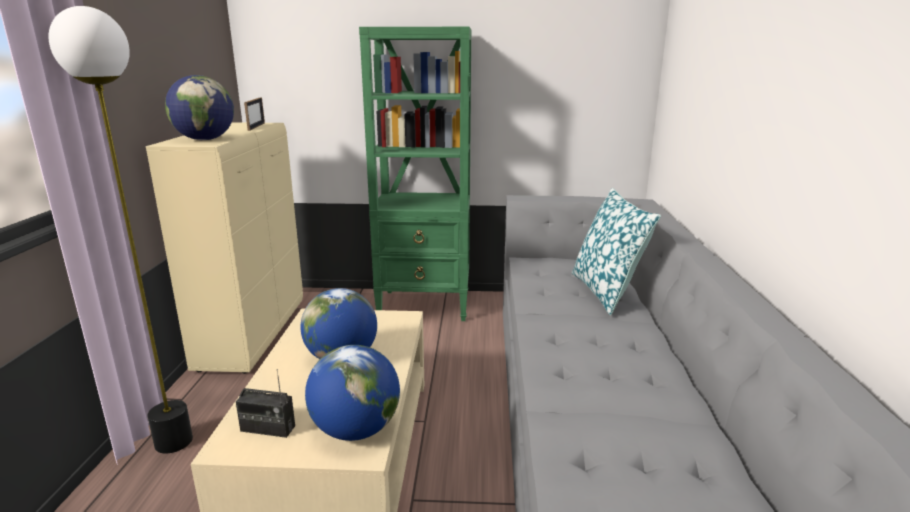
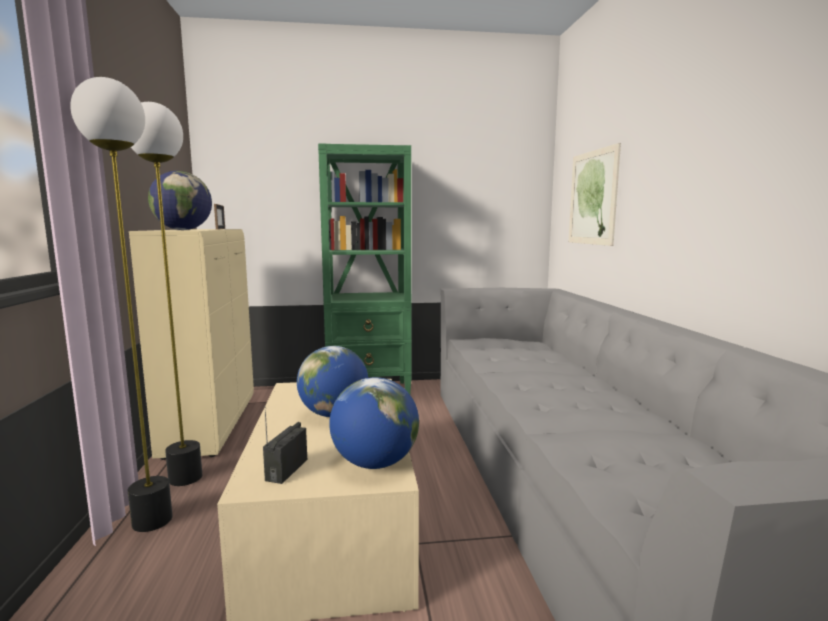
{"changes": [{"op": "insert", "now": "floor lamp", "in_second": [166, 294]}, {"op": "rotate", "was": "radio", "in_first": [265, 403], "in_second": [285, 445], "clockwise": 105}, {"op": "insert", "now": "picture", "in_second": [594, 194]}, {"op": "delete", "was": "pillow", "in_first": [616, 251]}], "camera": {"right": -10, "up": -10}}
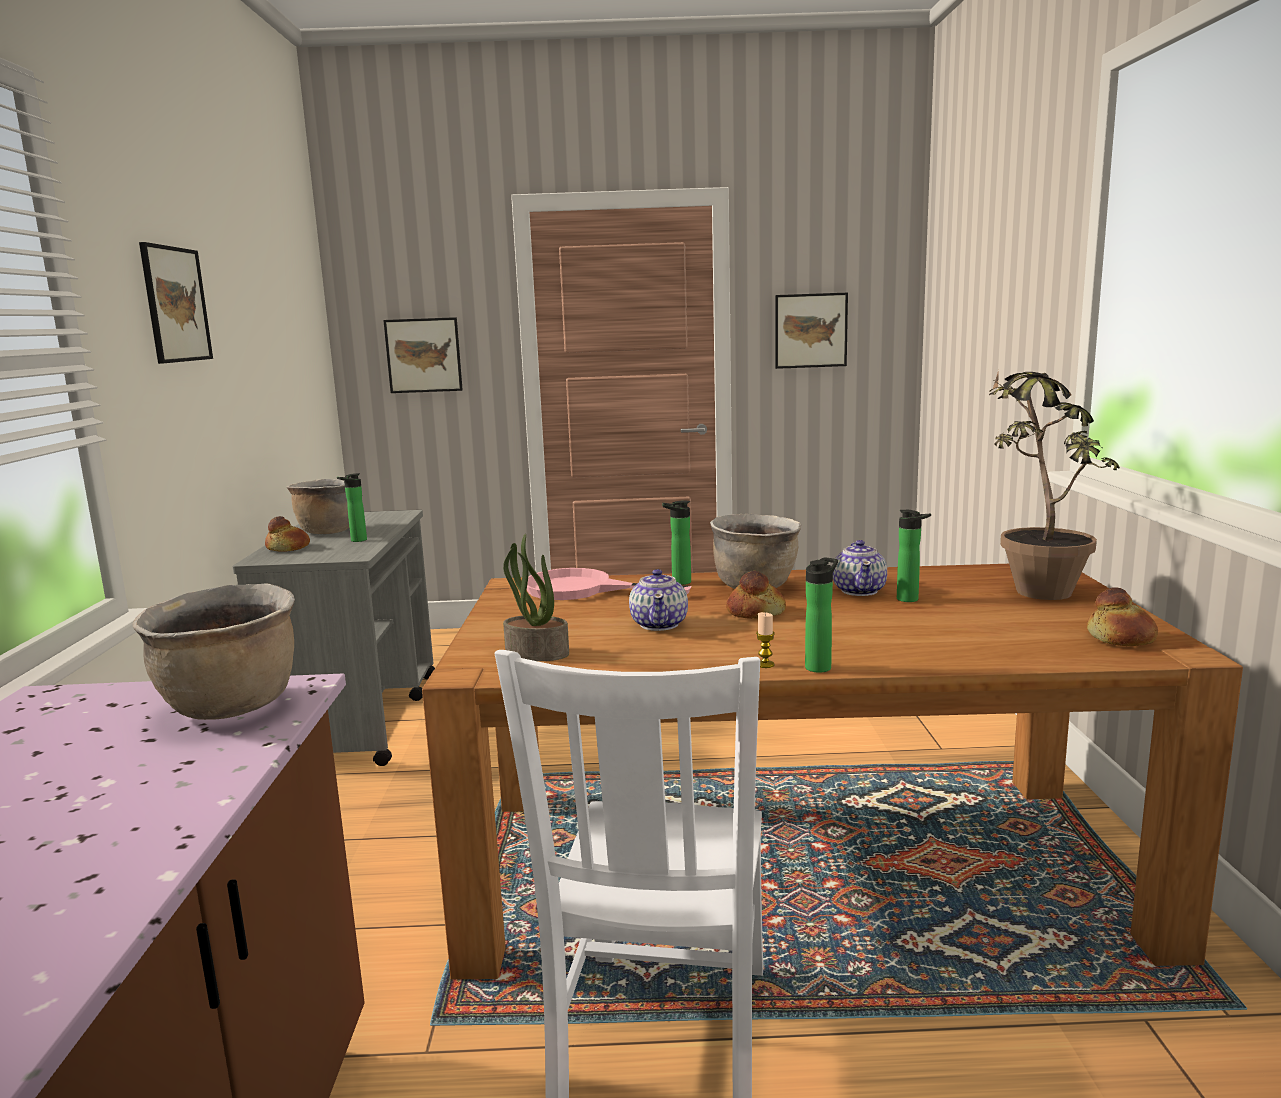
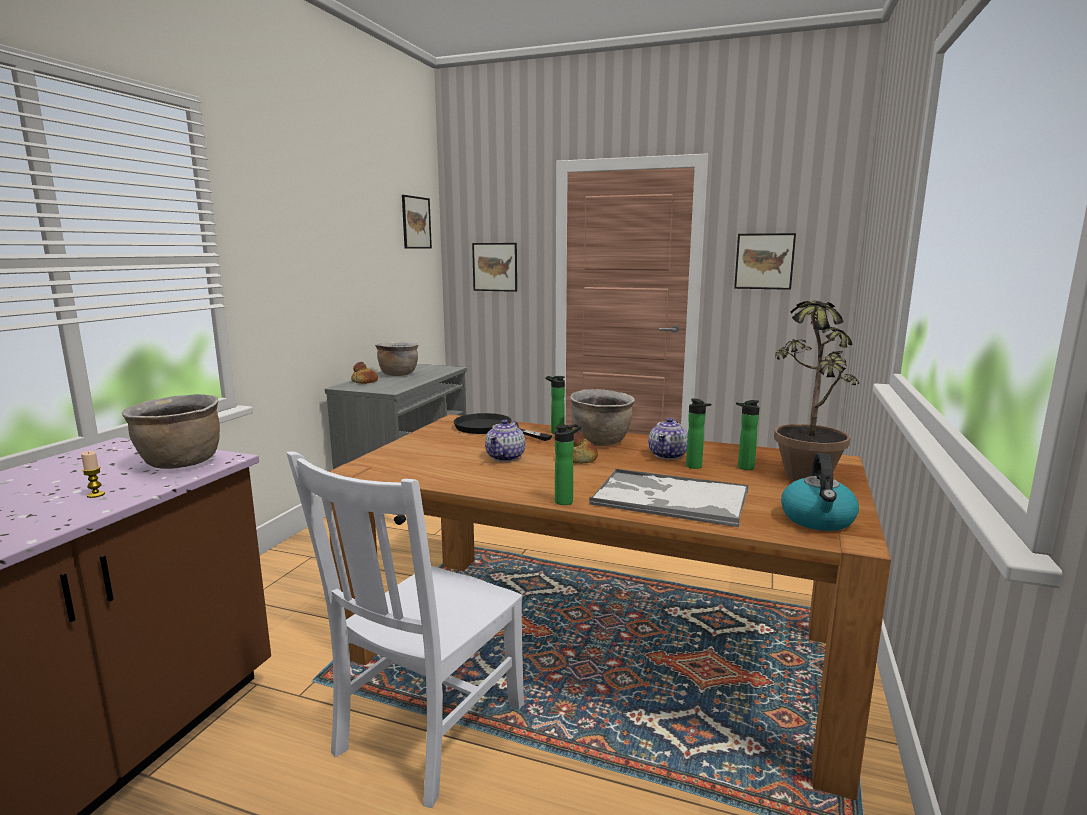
{"changes": [{"op": "move", "was": "candle", "in_first": [765, 640], "in_second": [93, 474]}, {"op": "move", "was": "picture", "in_first": [176, 303], "in_second": [417, 222]}, {"op": "recolor", "was": "pink frying pan", "now": "black frying pan", "in_first": [609, 584], "in_second": [503, 427]}, {"op": "insert", "now": "tray", "in_second": [668, 498]}, {"op": "move", "was": "bottle", "in_first": [352, 507], "in_second": [748, 435]}, {"op": "replace", "was": "bread", "now": "kettle", "in_first": [1122, 616], "in_second": [820, 492]}, {"op": "delete", "was": "potted plant", "in_first": [536, 597]}], "camera": {"right": 20, "up": 0}}
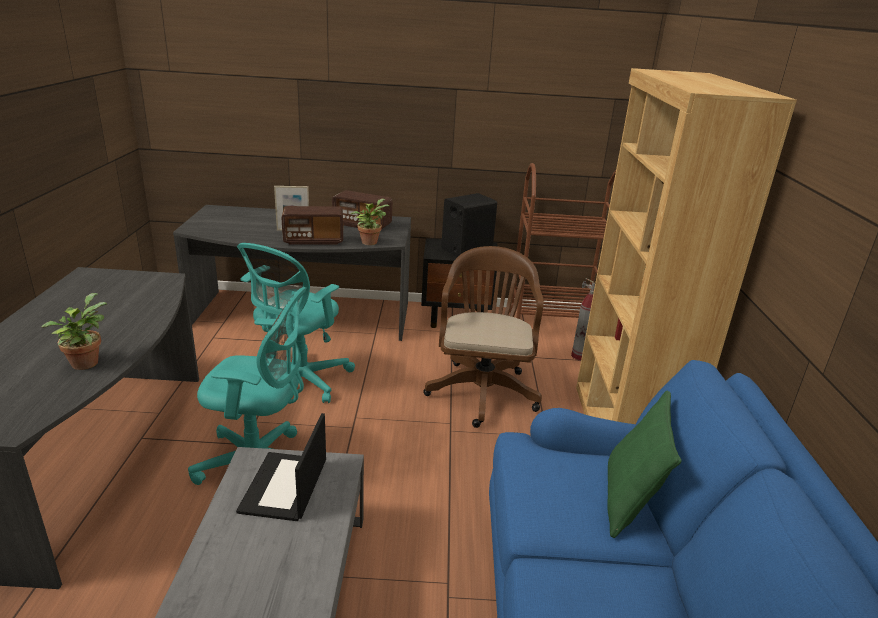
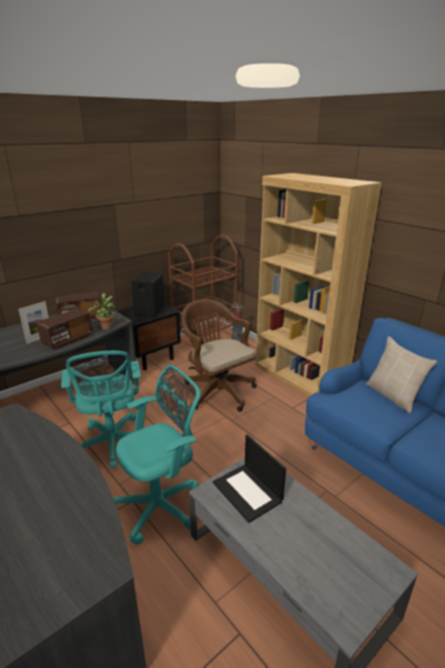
{"changes": [{"op": "recolor", "was": "green pillow", "now": "beige pillow", "in_first": [644, 464], "in_second": [401, 374]}, {"op": "delete", "was": "potted plant", "in_first": [74, 331]}], "camera": {"right": -40, "up": 0}}
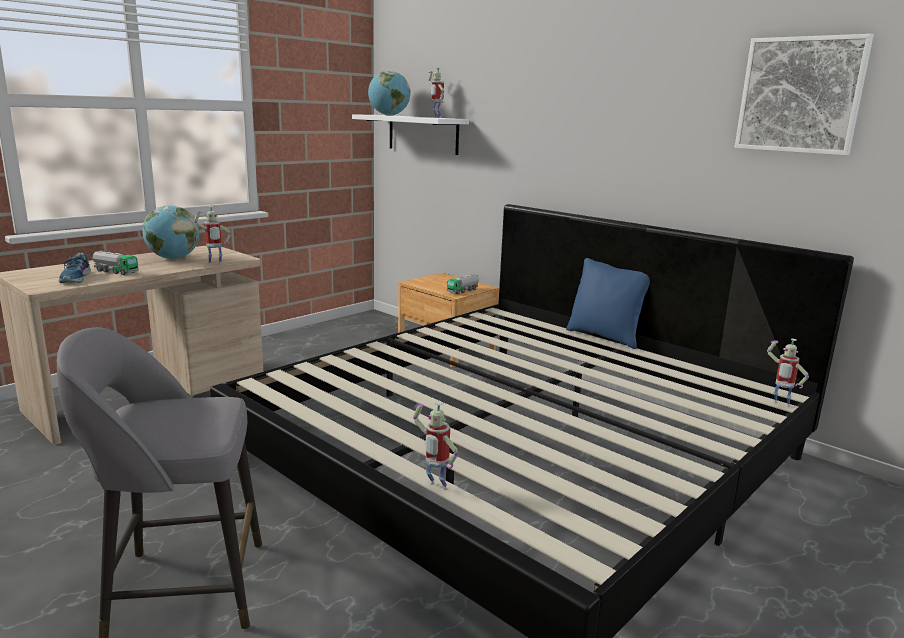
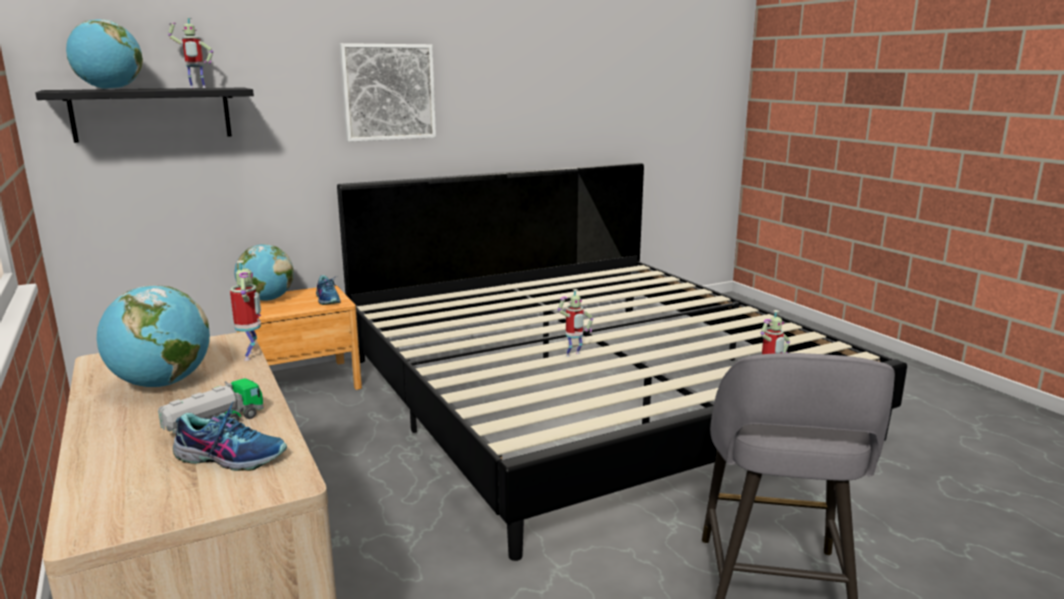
{"changes": [{"op": "recolor", "was": "white shelf", "now": "black shelf", "in_first": [410, 134], "in_second": [144, 115]}, {"op": "insert", "now": "globe", "in_second": [264, 272]}, {"op": "replace", "was": "toy truck", "now": "shoe", "in_first": [463, 284], "in_second": [328, 290]}, {"op": "move", "was": "picture", "in_first": [804, 94], "in_second": [388, 92]}, {"op": "move", "was": "toy robot", "in_first": [788, 372], "in_second": [575, 323]}, {"op": "delete", "was": "blue pillow", "in_first": [608, 303]}], "camera": {"right": -70, "up": 0}}
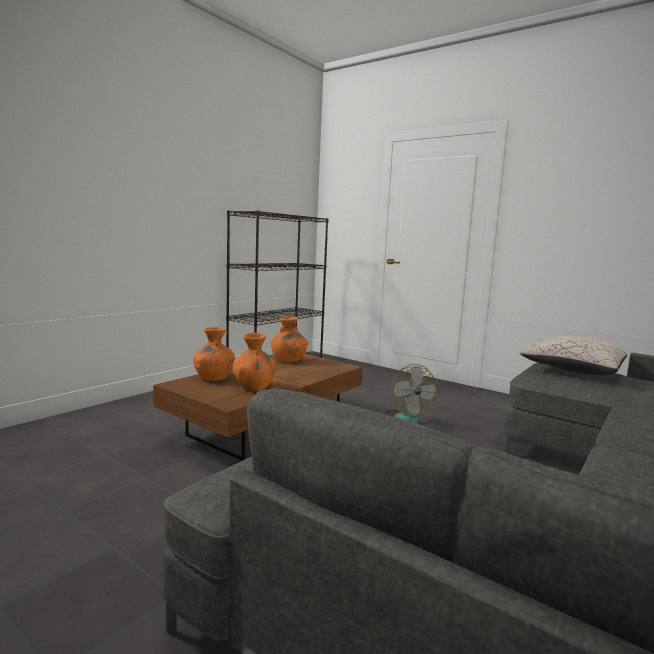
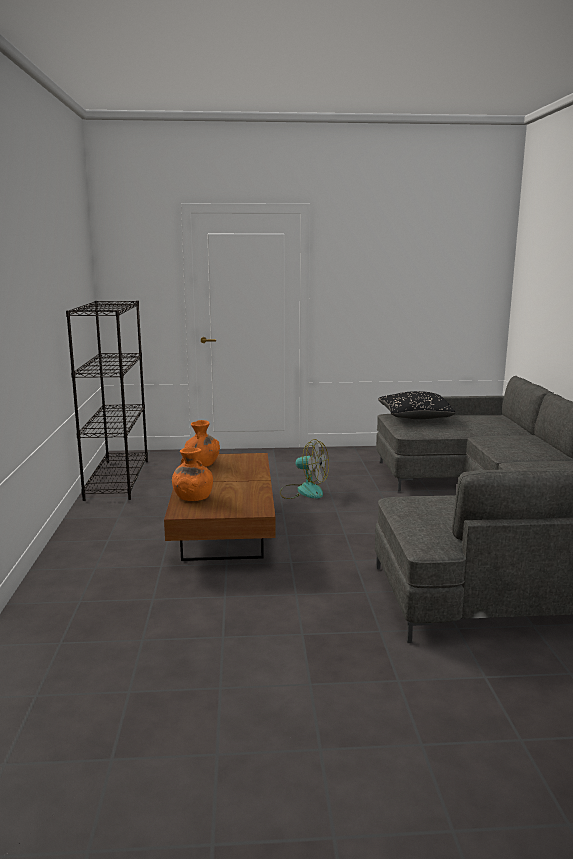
{"changes": [{"op": "recolor", "was": "beige pillow", "now": "black pillow", "in_first": [573, 355], "in_second": [416, 405]}, {"op": "delete", "was": "orange vase", "in_first": [254, 362]}], "camera": {"right": -40, "up": 5}}
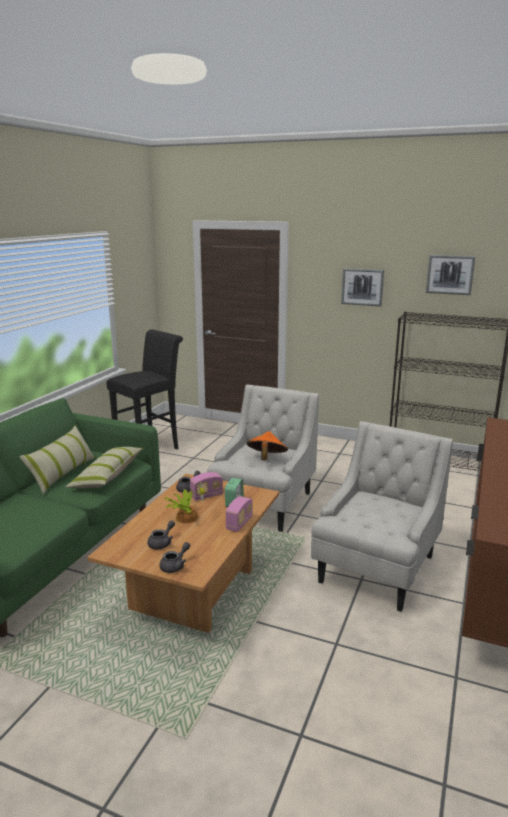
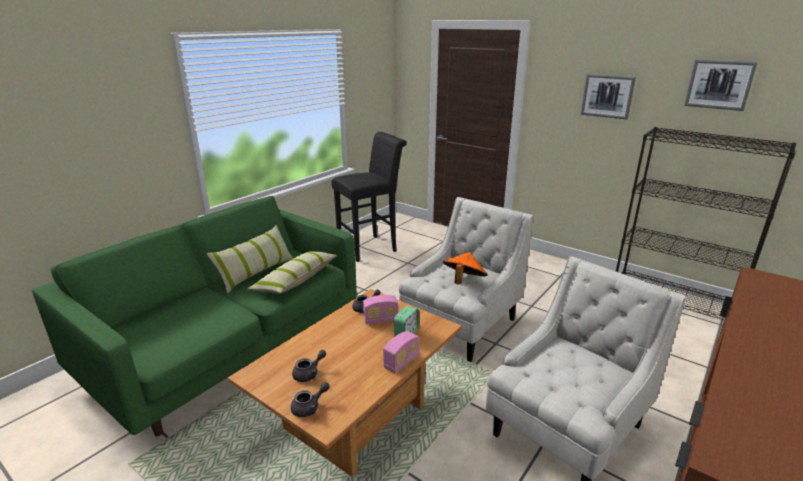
{"changes": [{"op": "delete", "was": "potted plant", "in_first": [184, 502]}], "camera": {"right": 15, "up": 5}}
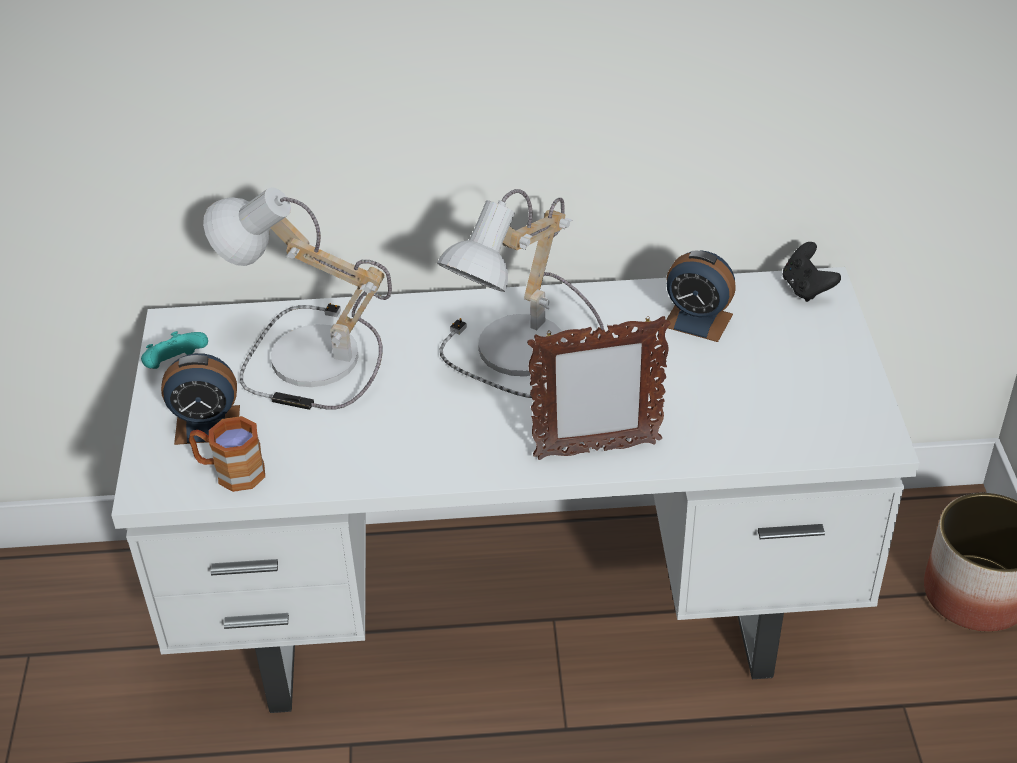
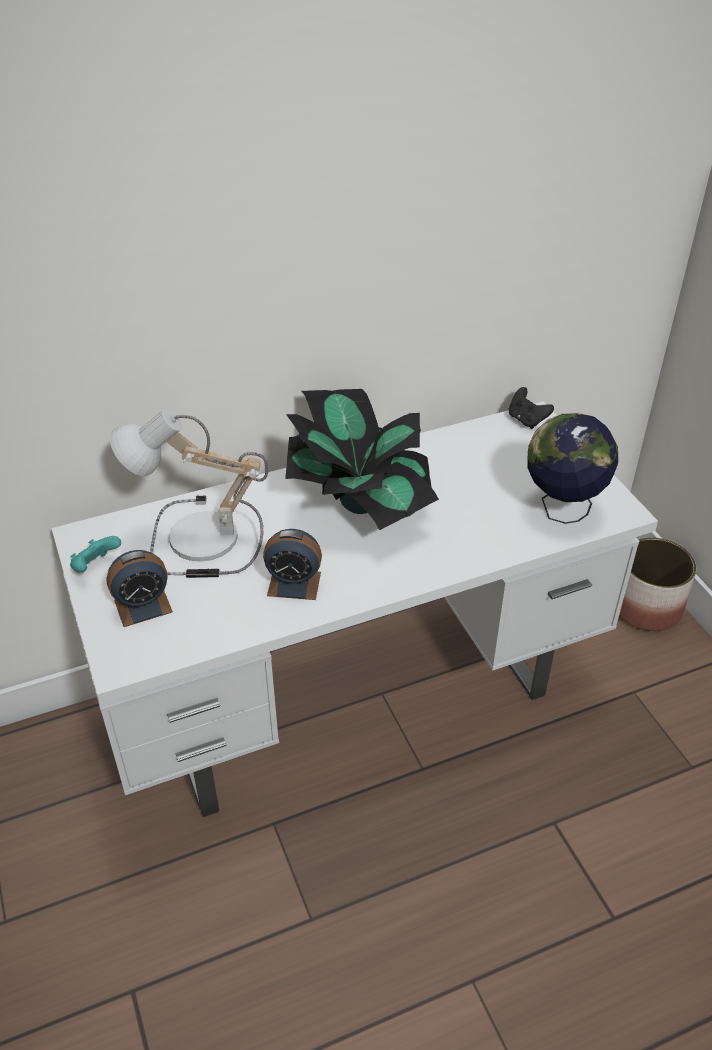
{"changes": [{"op": "move", "was": "alarm clock", "in_first": [701, 296], "in_second": [292, 564]}, {"op": "replace", "was": "table lamp", "now": "potted plant", "in_first": [520, 293], "in_second": [362, 459]}, {"op": "insert", "now": "globe", "in_second": [572, 468]}, {"op": "delete", "was": "brown mug", "in_first": [227, 454]}, {"op": "delete", "was": "picture frame", "in_first": [599, 388]}], "camera": {"right": -20, "up": 0}}
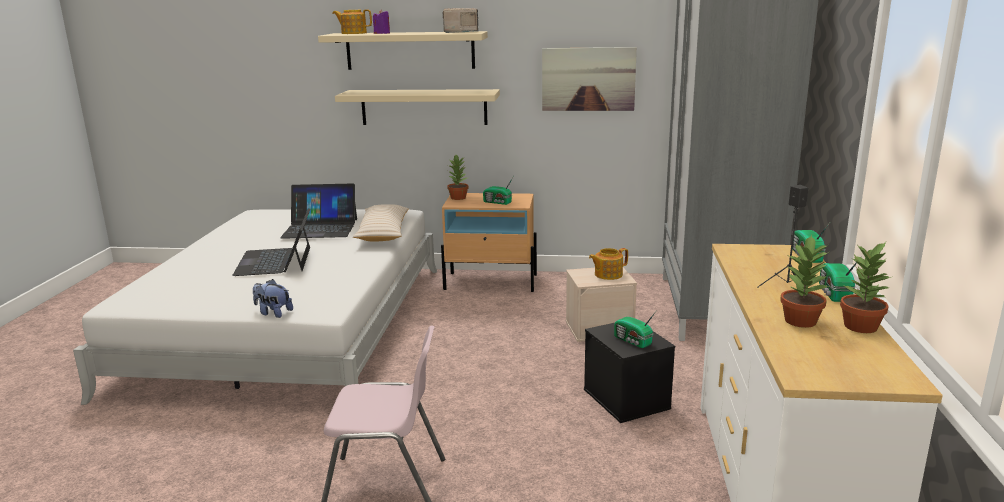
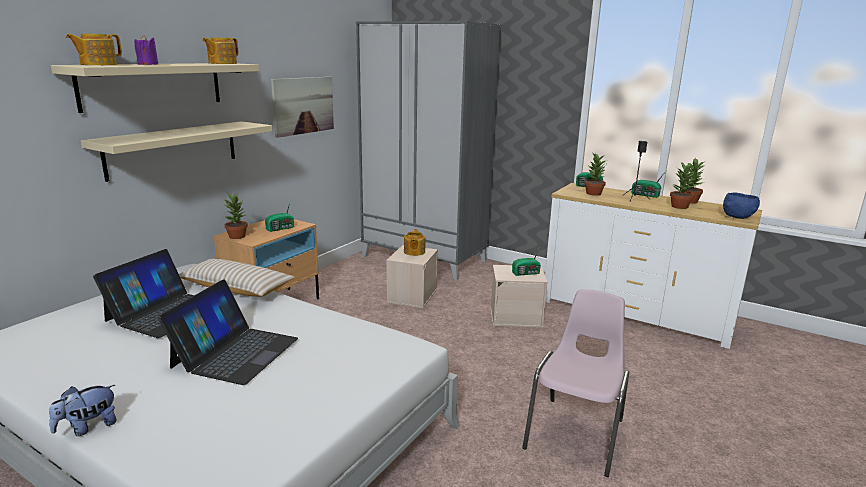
{"changes": [{"op": "move", "was": "plush toy", "in_first": [273, 298], "in_second": [83, 410]}, {"op": "rotate", "was": "laptop", "in_first": [271, 242], "in_second": [228, 332], "clockwise": -90}, {"op": "replace", "was": "radio", "now": "teapot", "in_first": [461, 20], "in_second": [220, 51]}, {"op": "recolor", "was": "black storage box", "now": "beige storage box", "in_first": [629, 373], "in_second": [519, 296]}, {"op": "insert", "now": "potted plant", "in_second": [595, 174]}, {"op": "insert", "now": "blue bowl", "in_second": [741, 205]}], "camera": {"right": -65, "up": 0}}
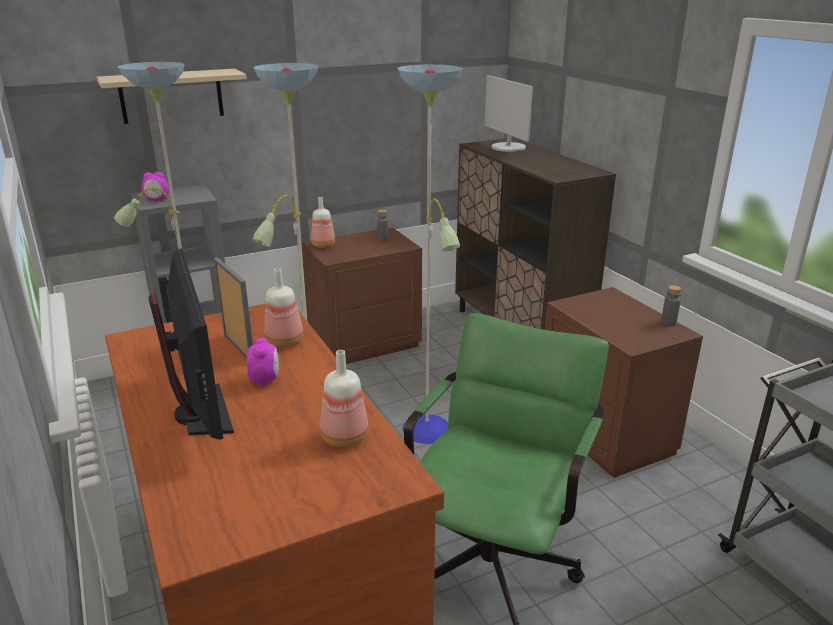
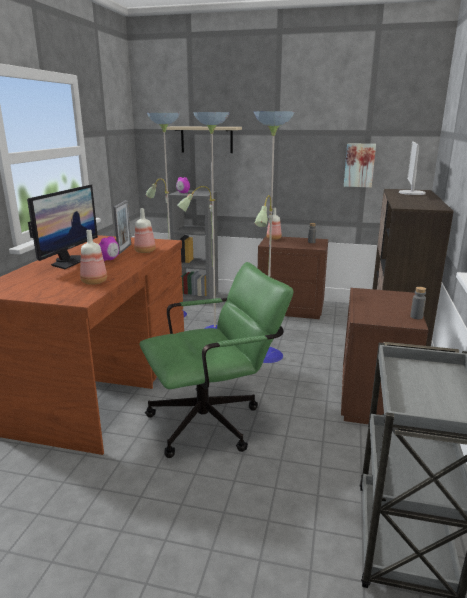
{"changes": [{"op": "insert", "now": "picture", "in_second": [360, 165]}], "camera": {"right": 40, "up": -5}}
